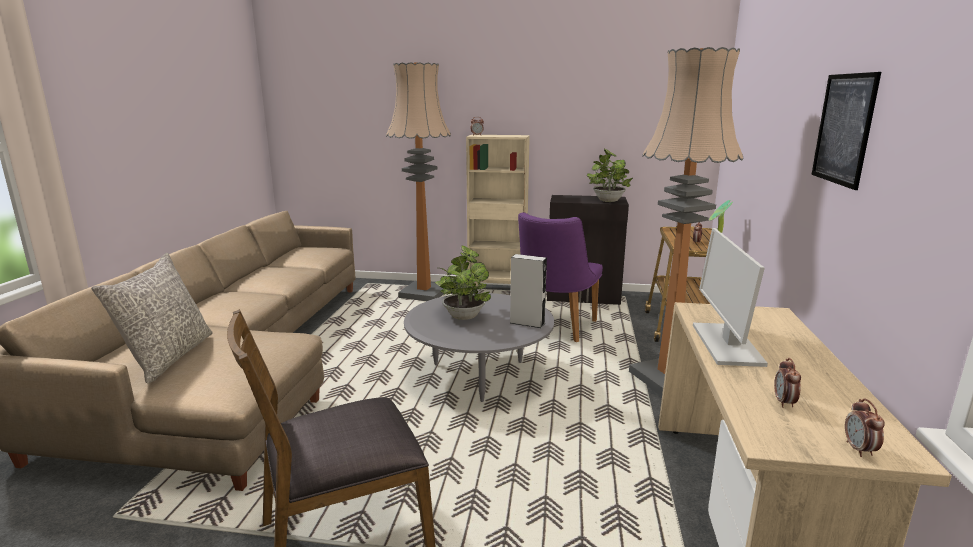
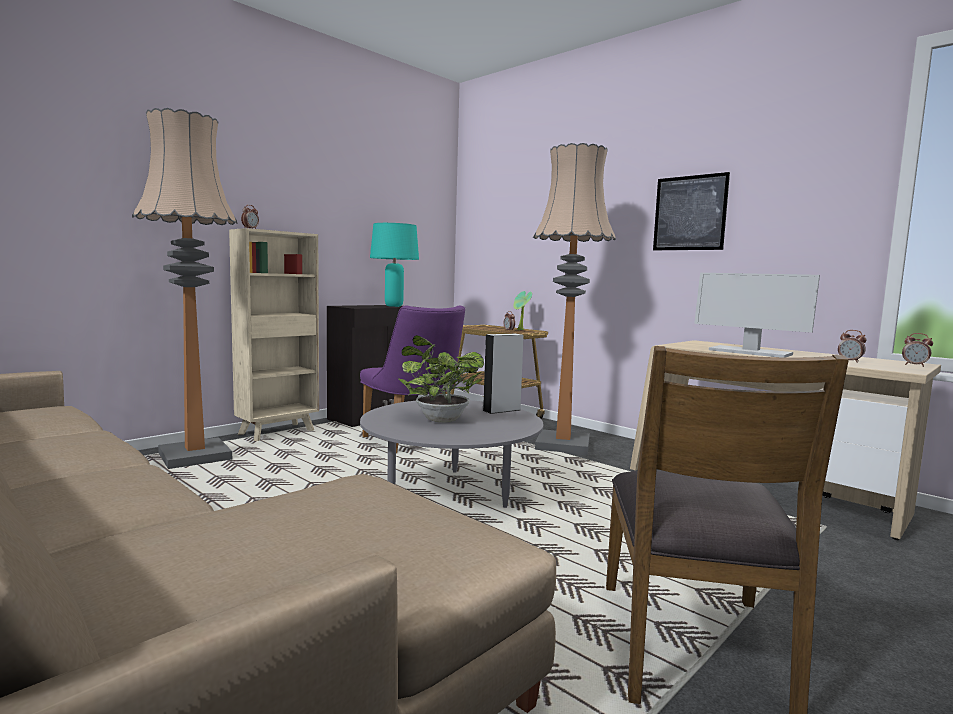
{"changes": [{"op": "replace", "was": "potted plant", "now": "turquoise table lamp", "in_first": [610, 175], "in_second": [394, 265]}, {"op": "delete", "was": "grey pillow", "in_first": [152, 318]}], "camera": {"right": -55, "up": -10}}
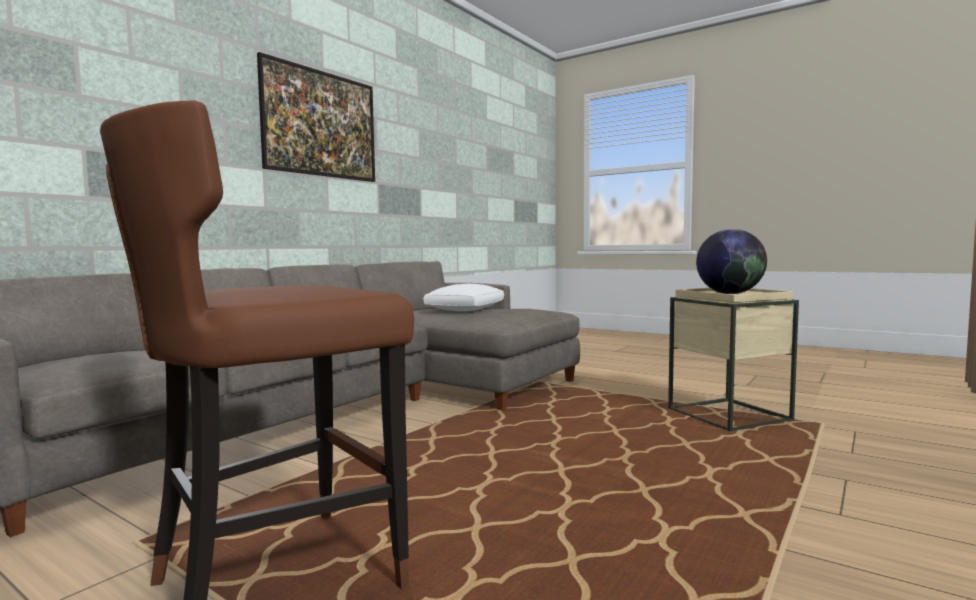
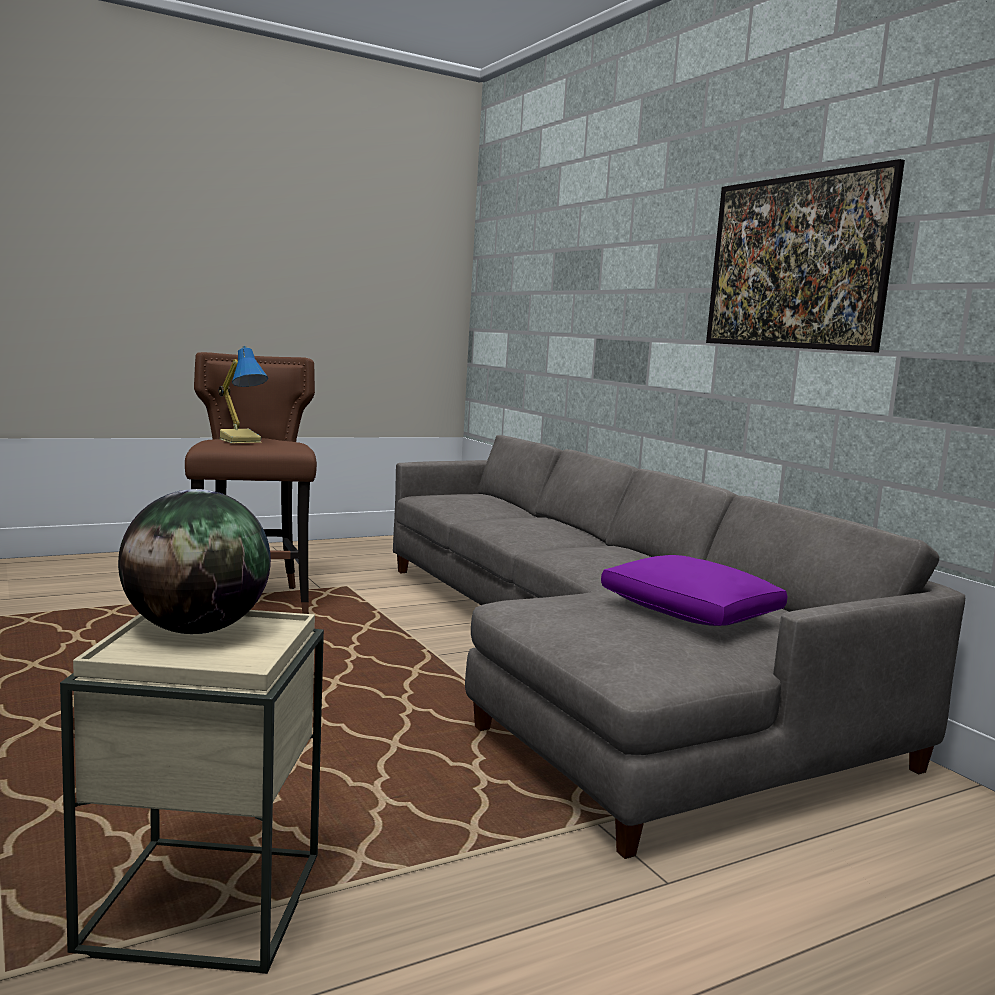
{"changes": [{"op": "insert", "now": "table lamp", "in_second": [243, 394]}, {"op": "recolor", "was": "white pillow", "now": "purple pillow", "in_first": [463, 297], "in_second": [694, 590]}], "camera": {"right": 115, "up": 5}}
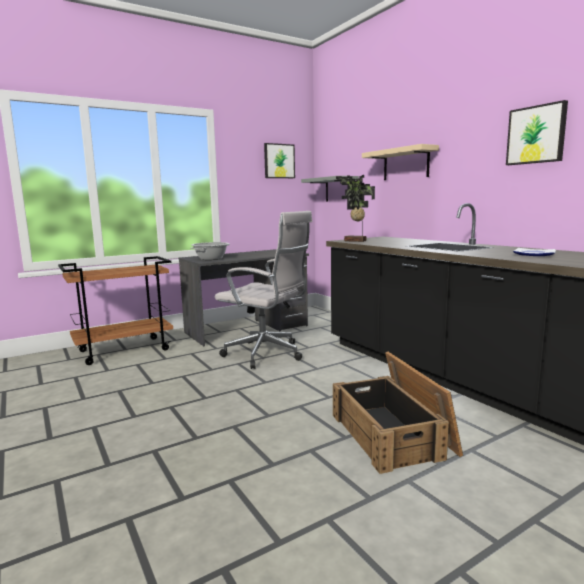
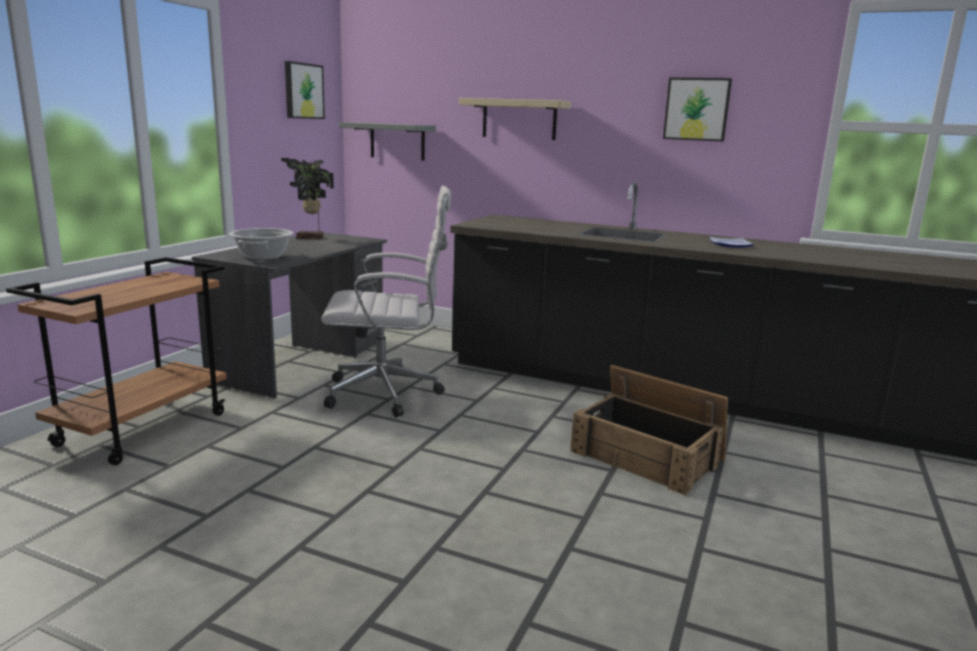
{"changes": [{"op": "move", "was": "potted plant", "in_first": [355, 208], "in_second": [307, 199]}], "camera": {"right": -35, "up": 5}}
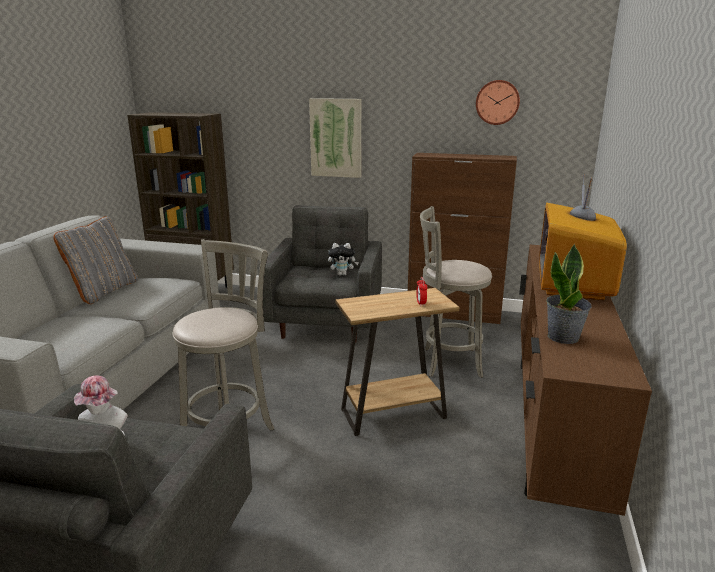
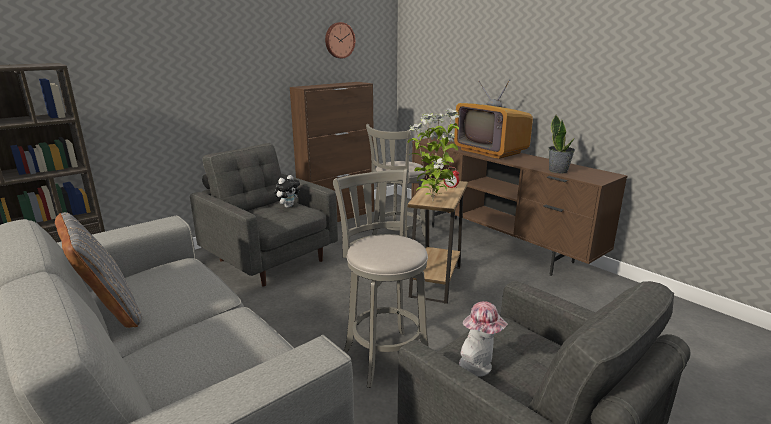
{"changes": [{"op": "insert", "now": "potted plant", "in_second": [434, 155]}, {"op": "delete", "was": "picture", "in_first": [335, 138]}], "camera": {"right": -55, "up": 0}}
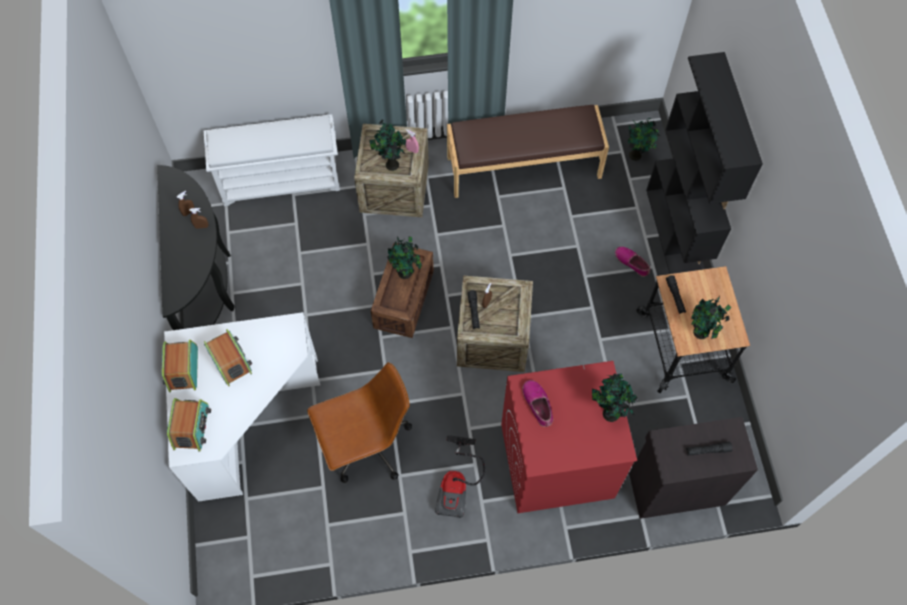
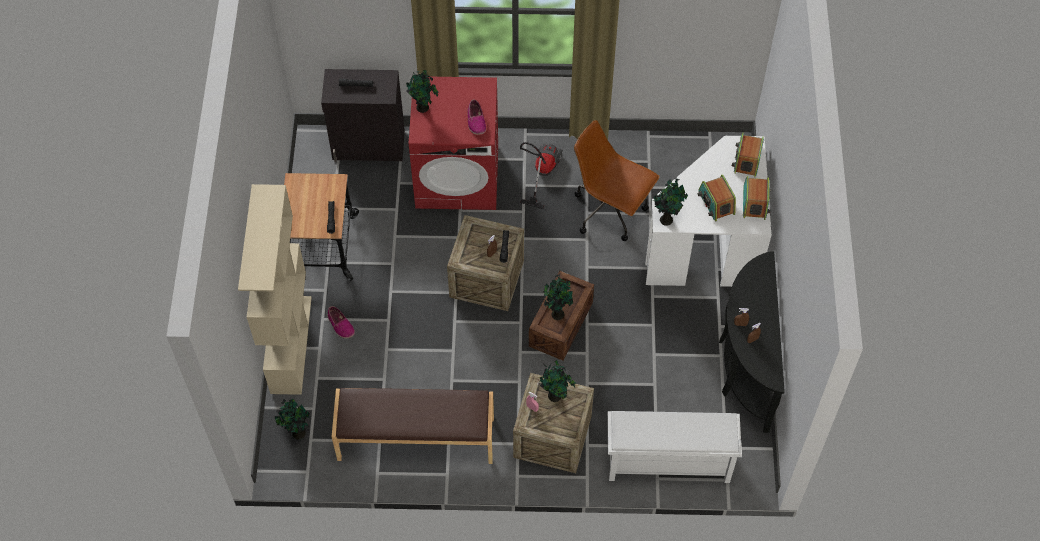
{"changes": [{"op": "recolor", "was": "black bookcase", "now": "beige bookcase", "in_first": [704, 163], "in_second": [275, 289]}, {"op": "rotate", "was": "brown office chair", "in_first": [359, 422], "in_second": [617, 180], "clockwise": 45}, {"op": "move", "was": "potted plant", "in_first": [711, 317], "in_second": [670, 202]}], "camera": {"right": -170, "up": -5}}
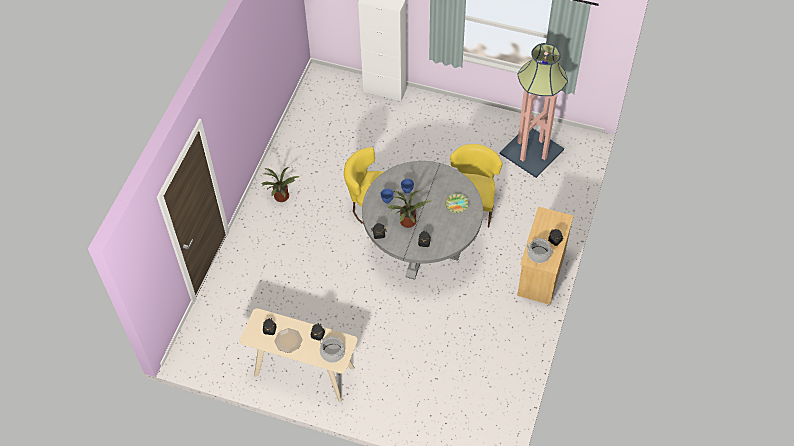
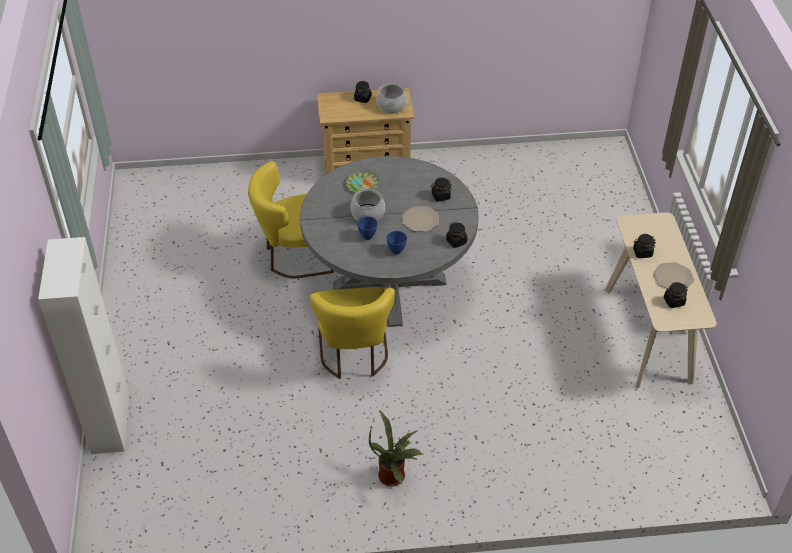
{"changes": [{"op": "move", "was": "cooking pot", "in_first": [332, 349], "in_second": [367, 204]}, {"op": "replace", "was": "potted plant", "now": "plate", "in_first": [409, 209], "in_second": [420, 219]}, {"op": "delete", "was": "floor lamp", "in_first": [534, 110]}], "camera": {"right": -115, "up": -10}}
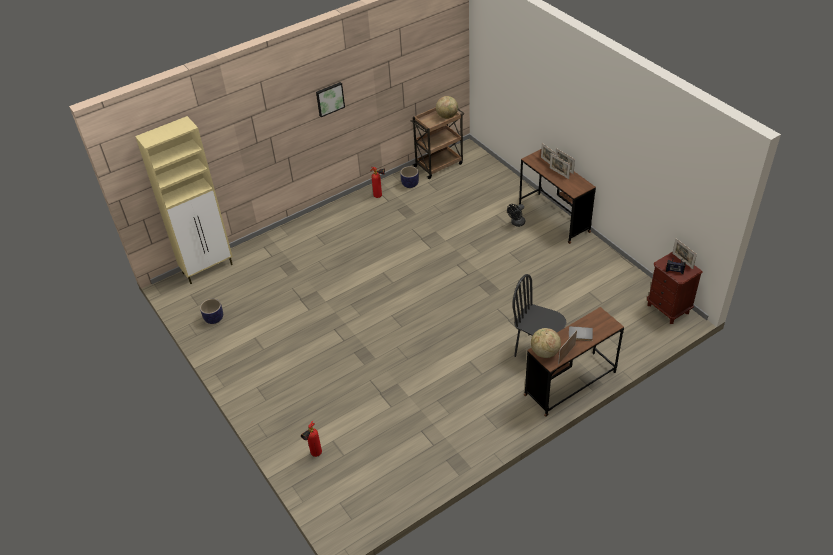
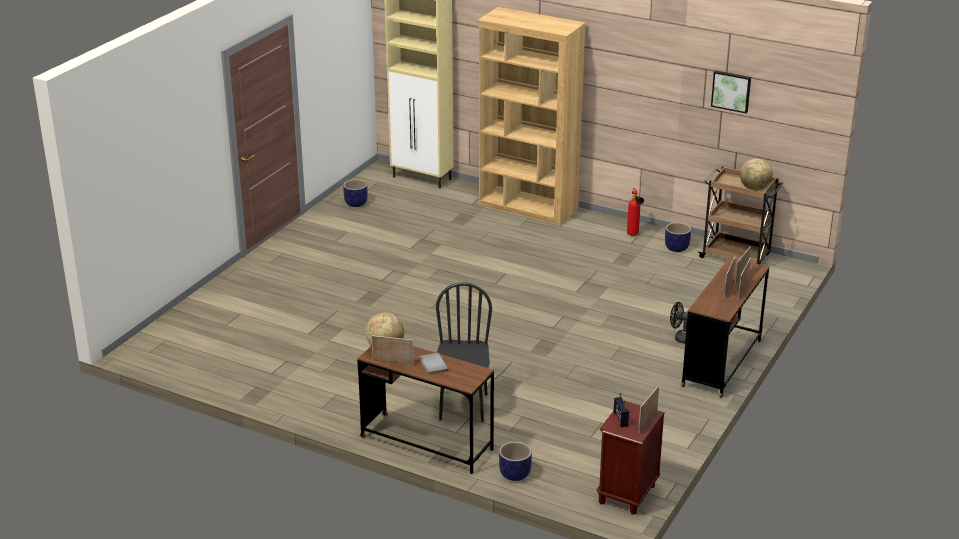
{"changes": [{"op": "insert", "now": "brown bookcase", "in_second": [531, 116]}, {"op": "insert", "now": "planter", "in_second": [515, 461]}, {"op": "move", "was": "picture", "in_first": [330, 99], "in_second": [731, 91]}, {"op": "delete", "was": "fire extinguisher", "in_first": [311, 439]}], "camera": {"right": 60, "up": -15}}
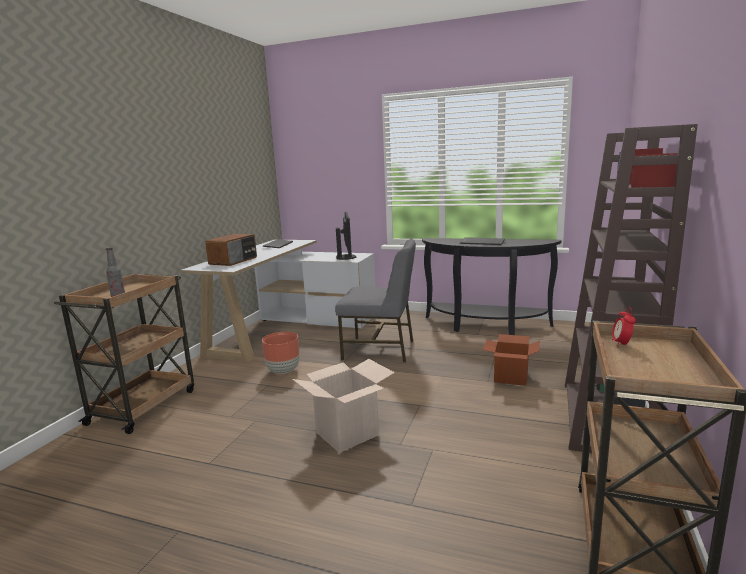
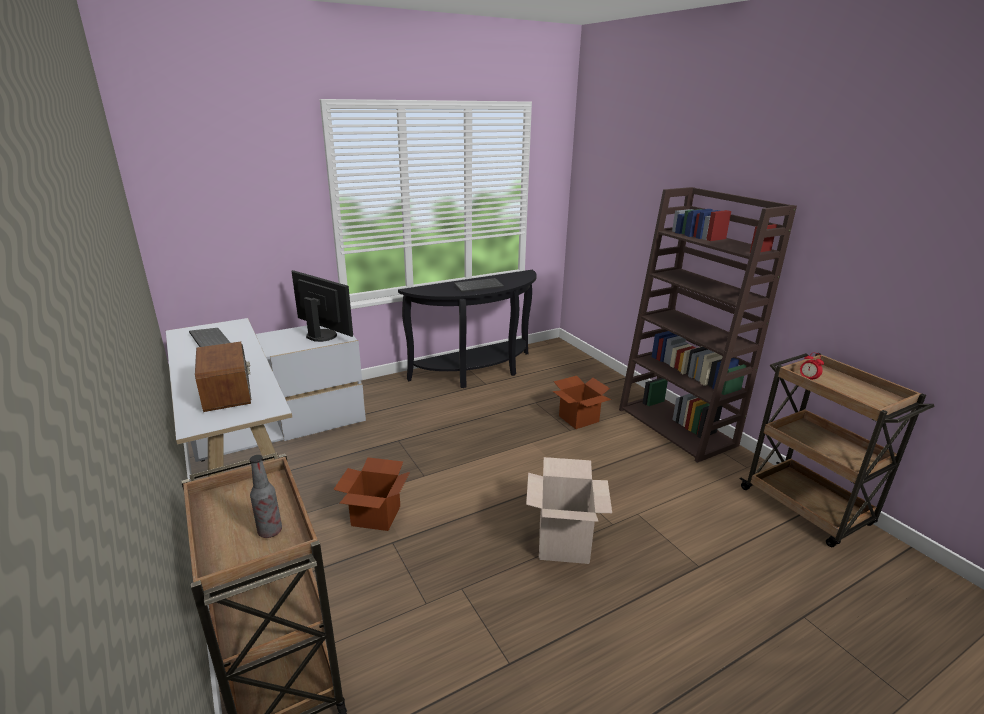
{"changes": [{"op": "replace", "was": "brown planter", "now": "cardboard box", "in_first": [281, 353], "in_second": [371, 494]}, {"op": "delete", "was": "grey chair", "in_first": [375, 300]}], "camera": {"right": -50, "up": 10}}
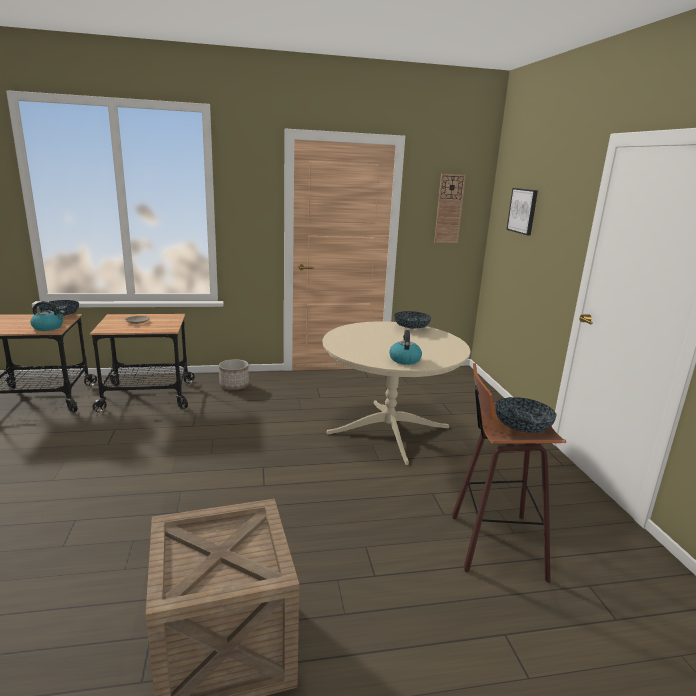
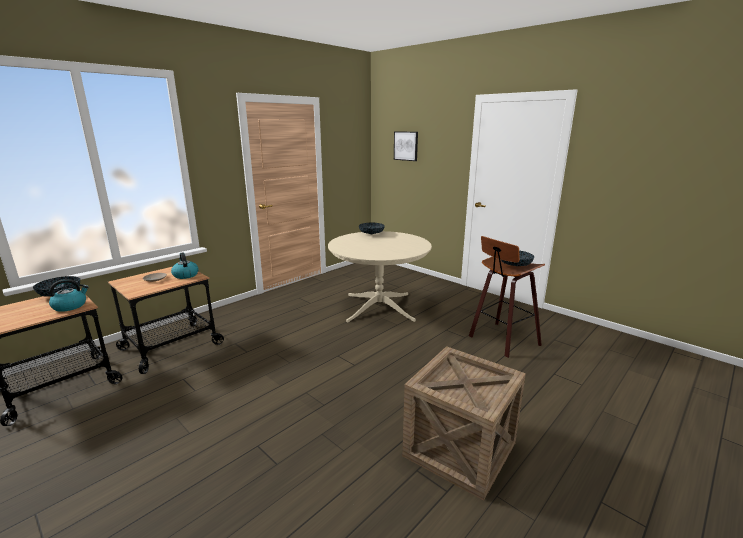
{"changes": [{"op": "move", "was": "kettle", "in_first": [405, 347], "in_second": [184, 265]}, {"op": "delete", "was": "planter", "in_first": [234, 374]}, {"op": "delete", "was": "wall clock", "in_first": [450, 208]}], "camera": {"right": -35, "up": 0}}
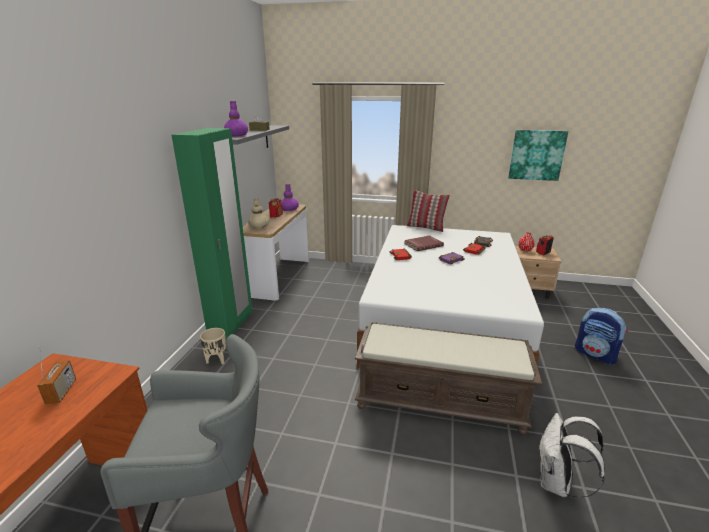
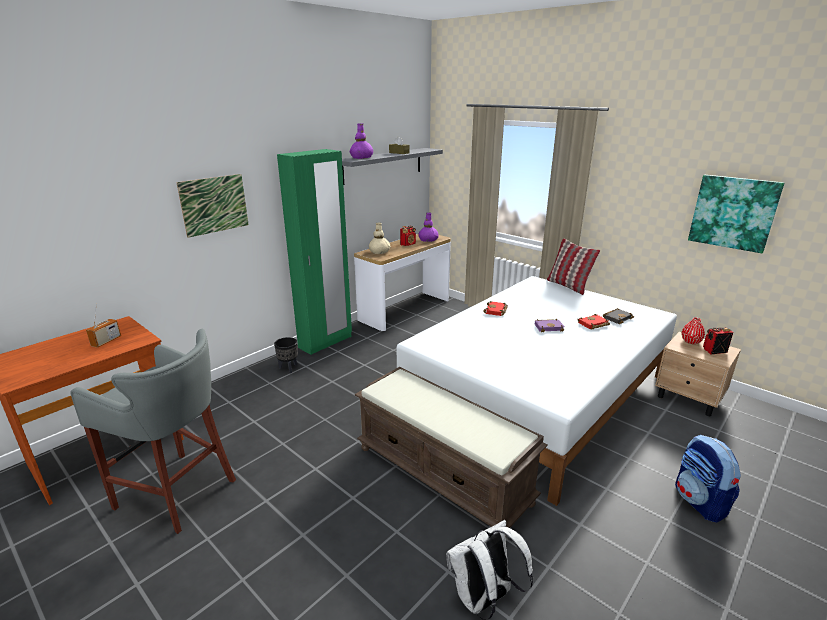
{"changes": [{"op": "insert", "now": "picture", "in_second": [212, 206]}, {"op": "recolor", "was": "beige planter", "now": "black planter", "in_first": [213, 346], "in_second": [286, 355]}, {"op": "delete", "was": "red book", "in_first": [424, 243]}], "camera": {"right": 30, "up": 0}}
